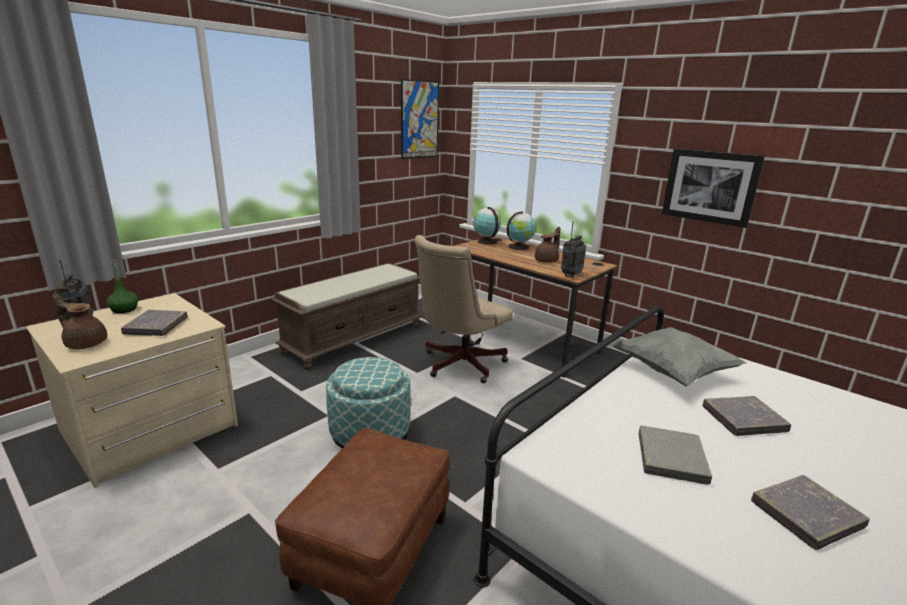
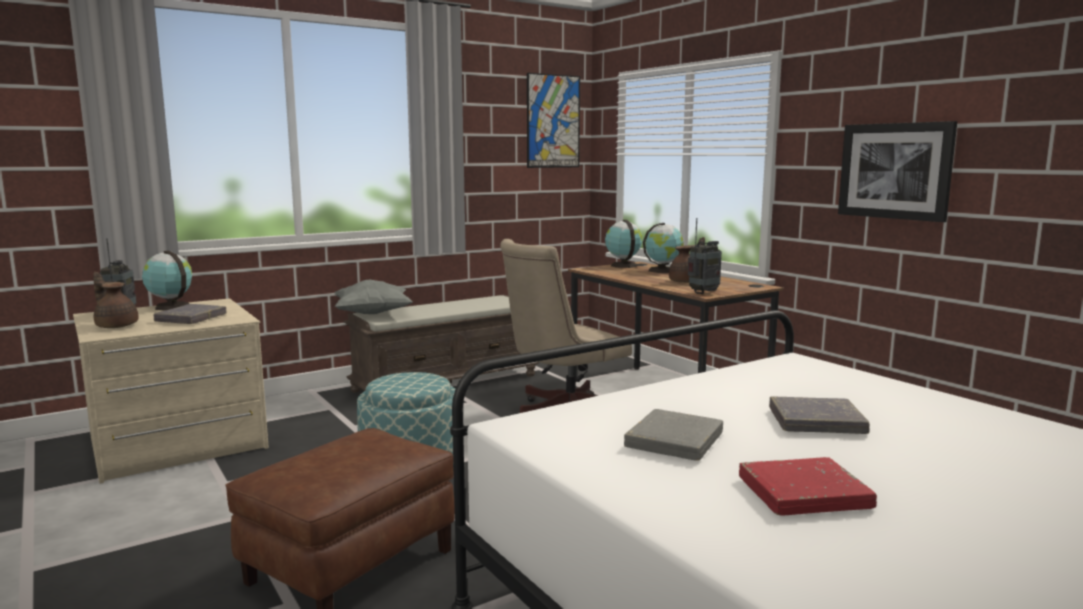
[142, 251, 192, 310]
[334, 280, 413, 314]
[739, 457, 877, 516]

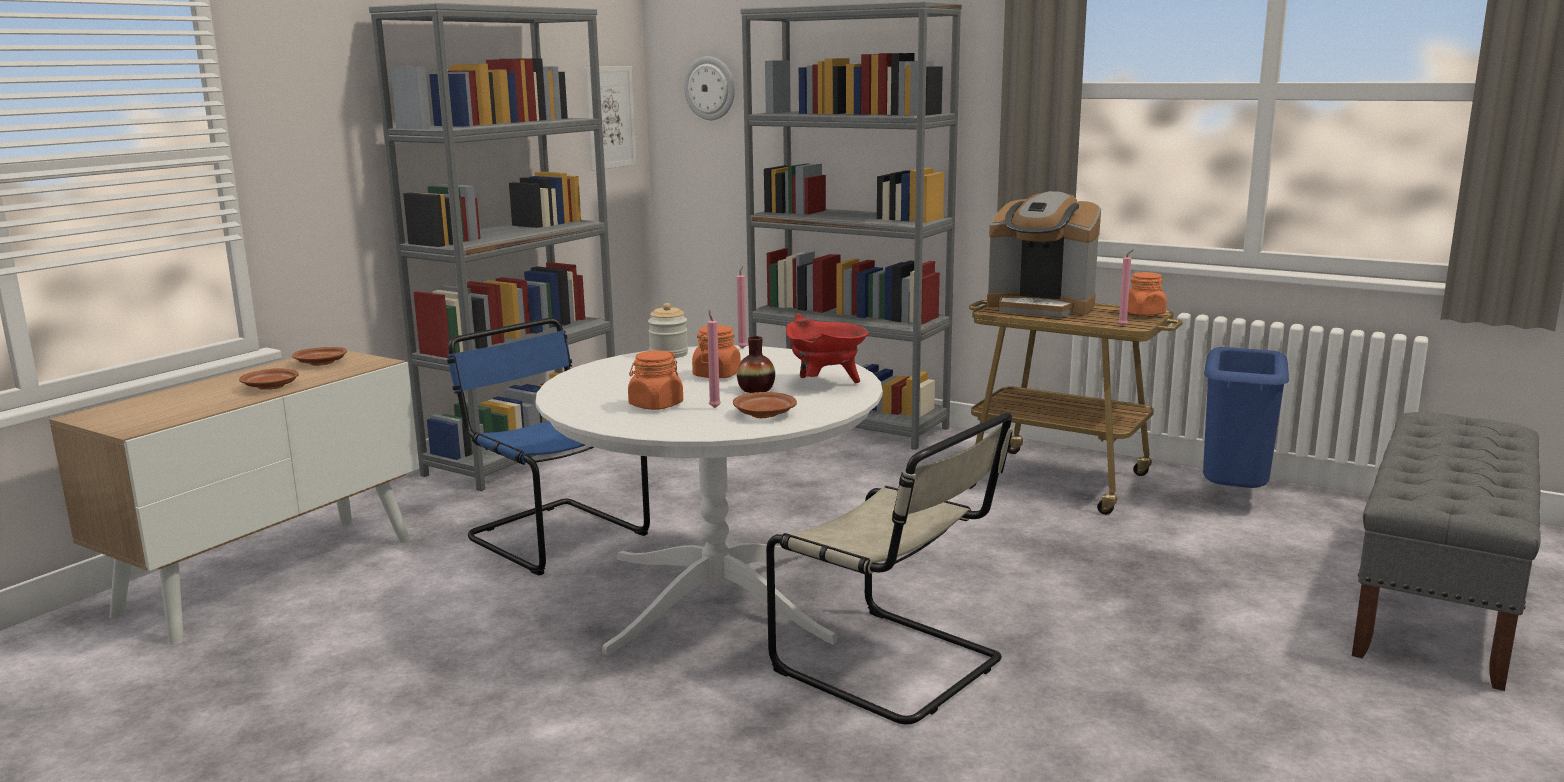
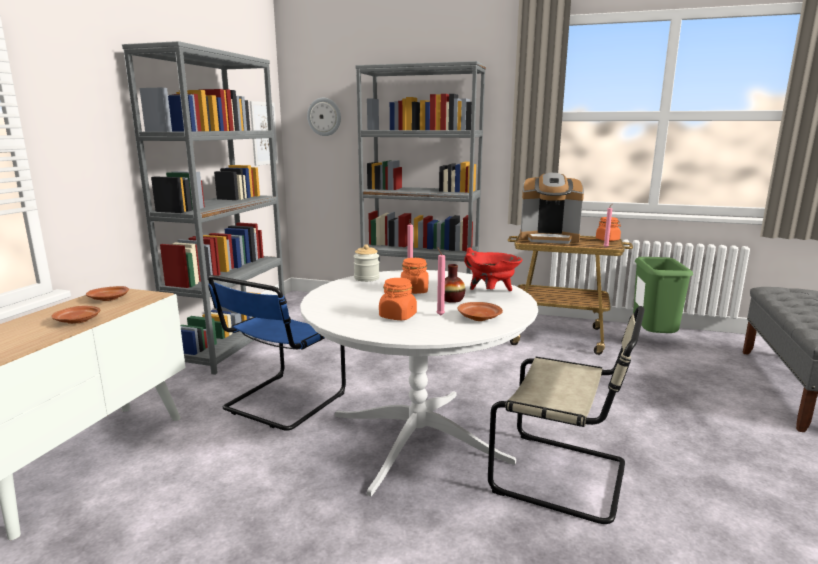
[208, 275, 346, 431]
[633, 257, 693, 333]

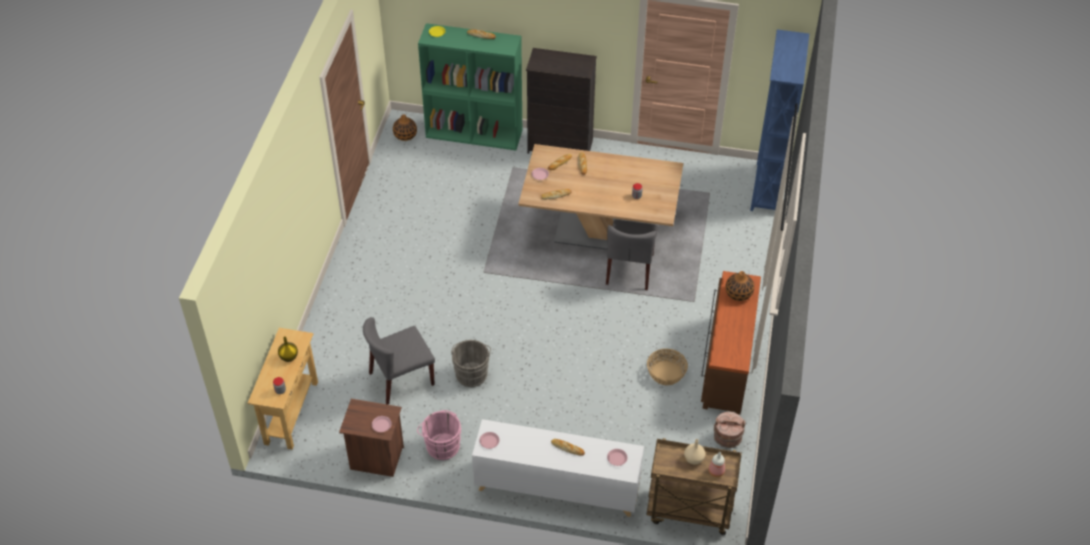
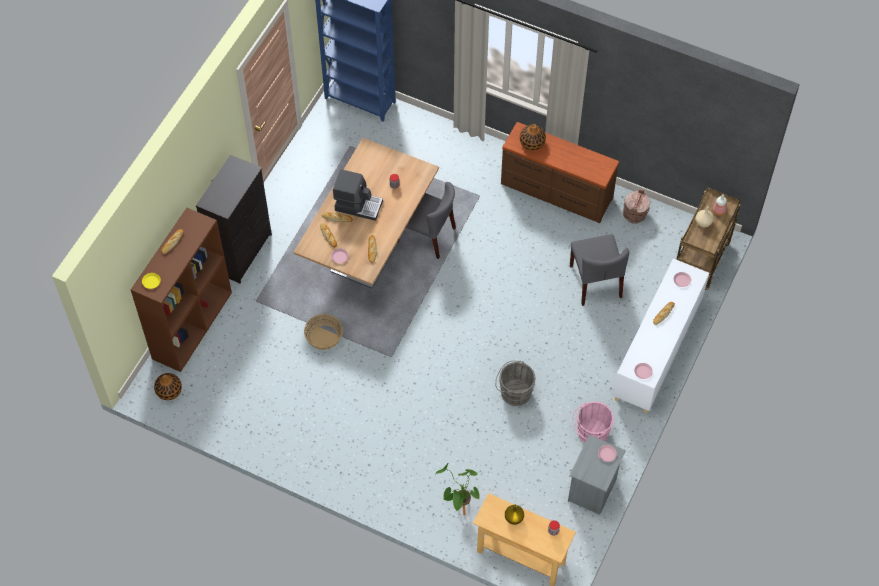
[568, 435, 626, 515]
[570, 234, 629, 306]
[131, 208, 232, 372]
[304, 314, 343, 350]
[333, 169, 383, 221]
[436, 463, 479, 515]

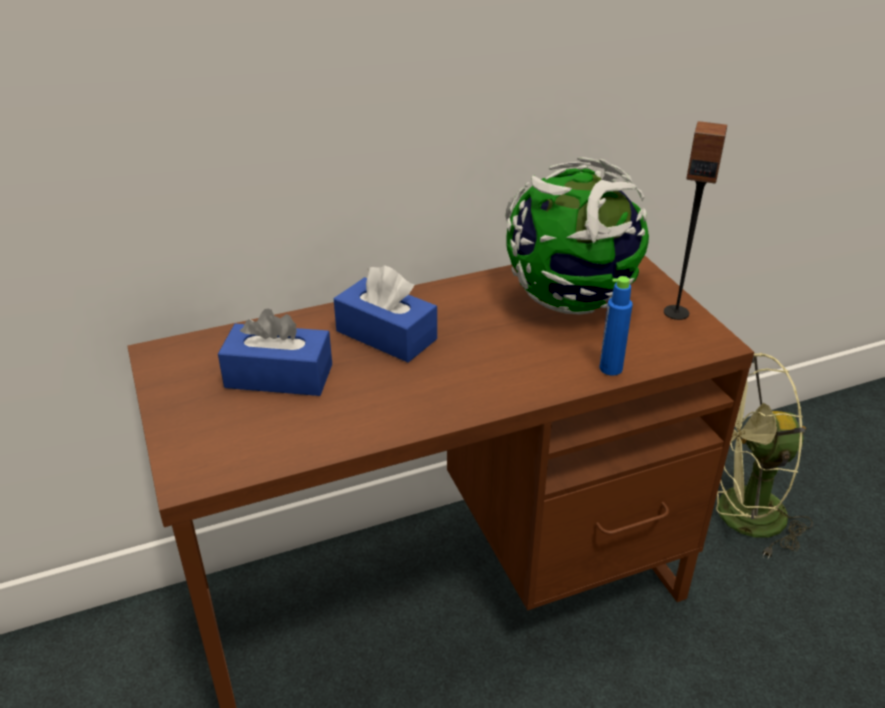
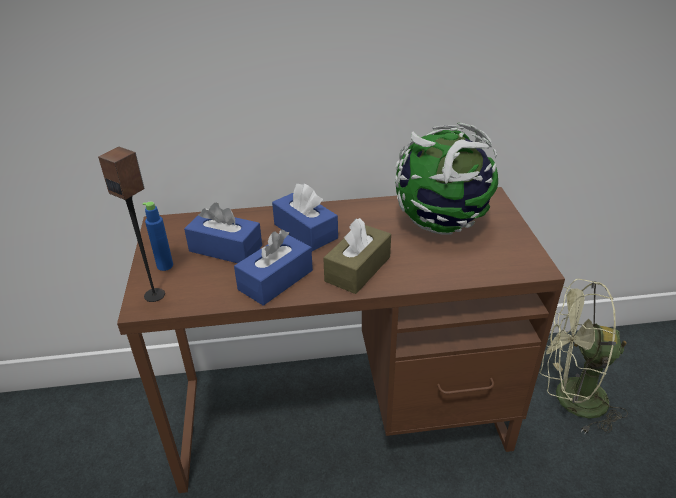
[142, 202, 173, 271]
[98, 147, 165, 302]
[234, 230, 313, 306]
[323, 218, 391, 294]

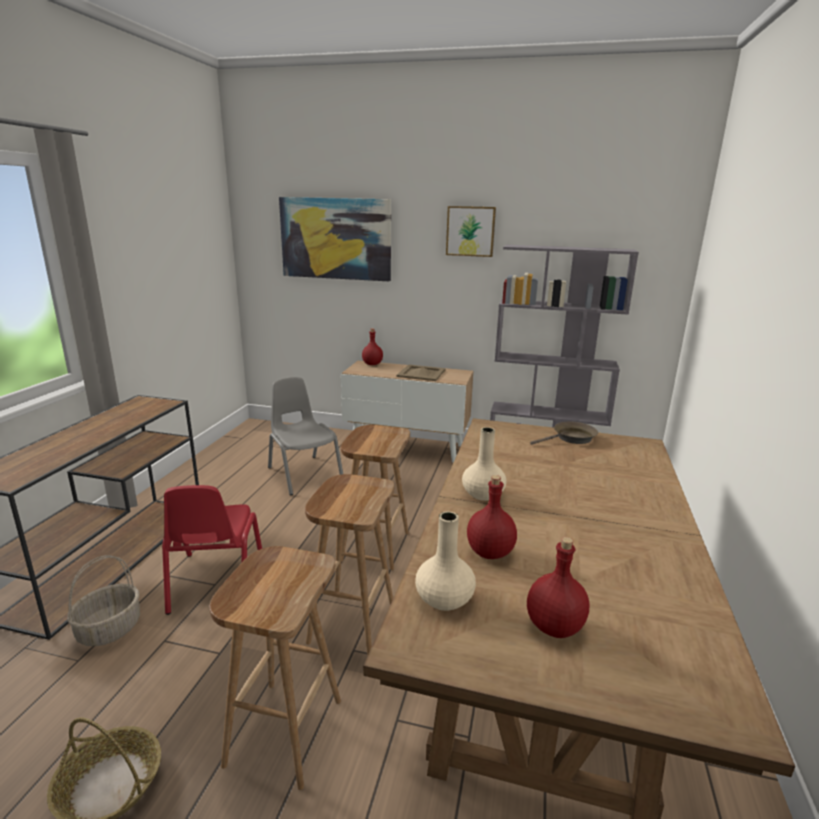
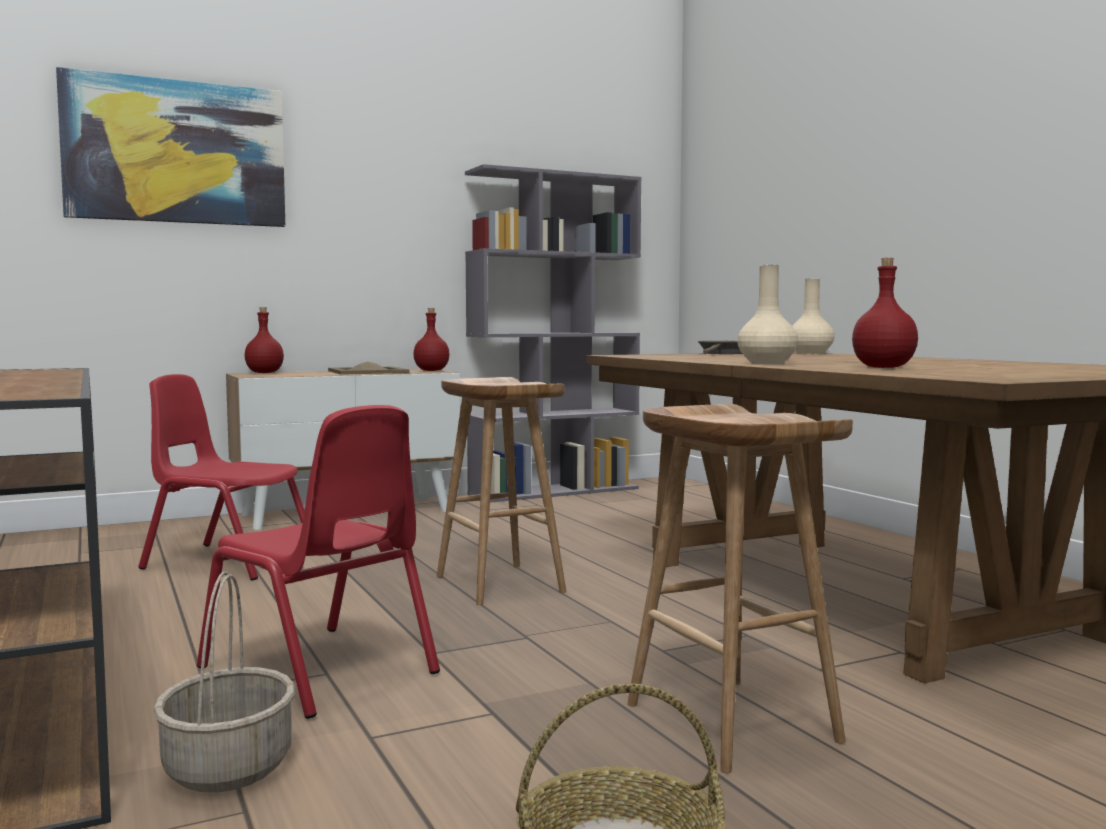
[139, 374, 305, 581]
[305, 474, 395, 656] (first image)
[792, 278, 835, 354]
[446, 206, 496, 257] (first image)
[413, 308, 450, 371]

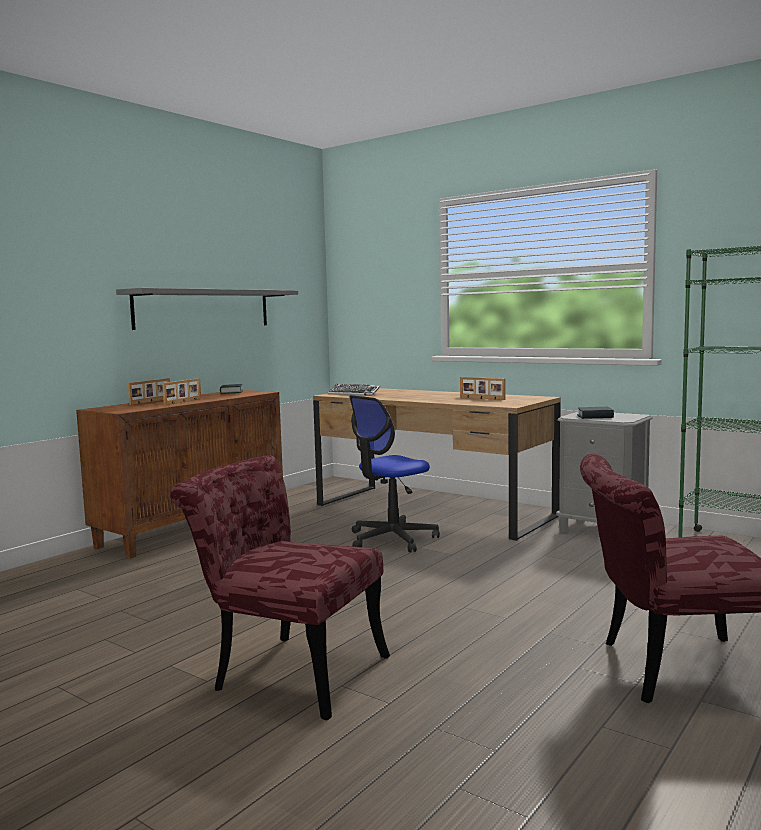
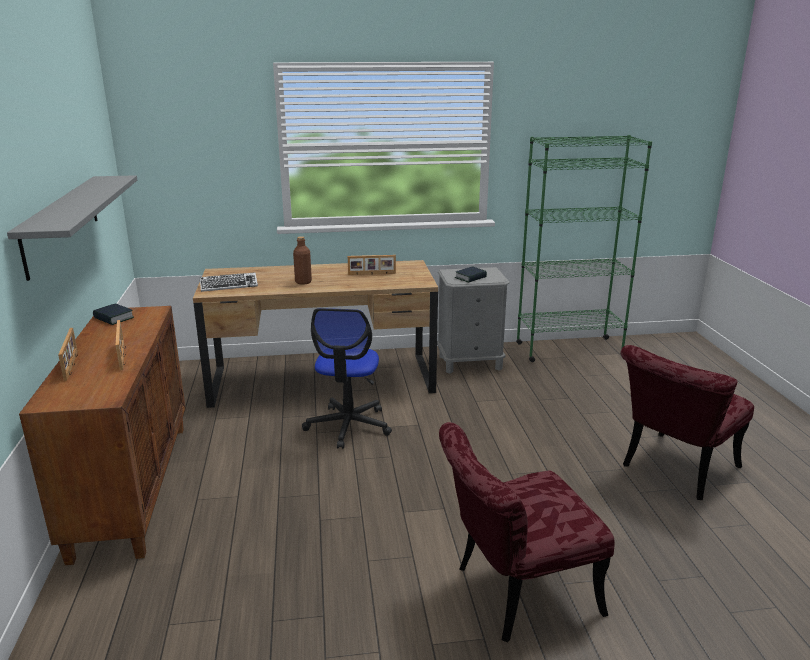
[293, 236, 312, 285]

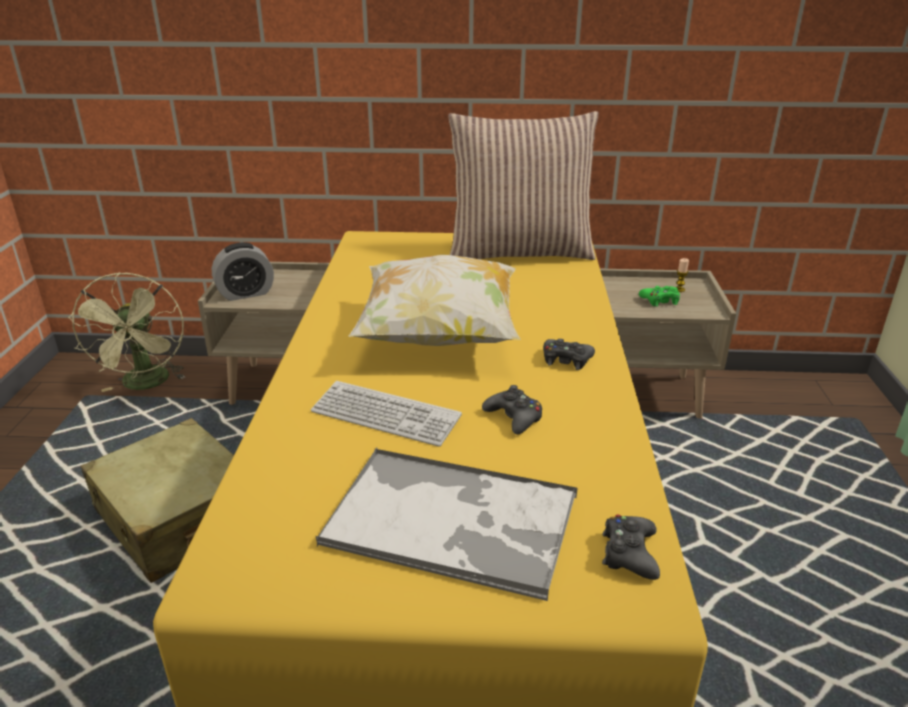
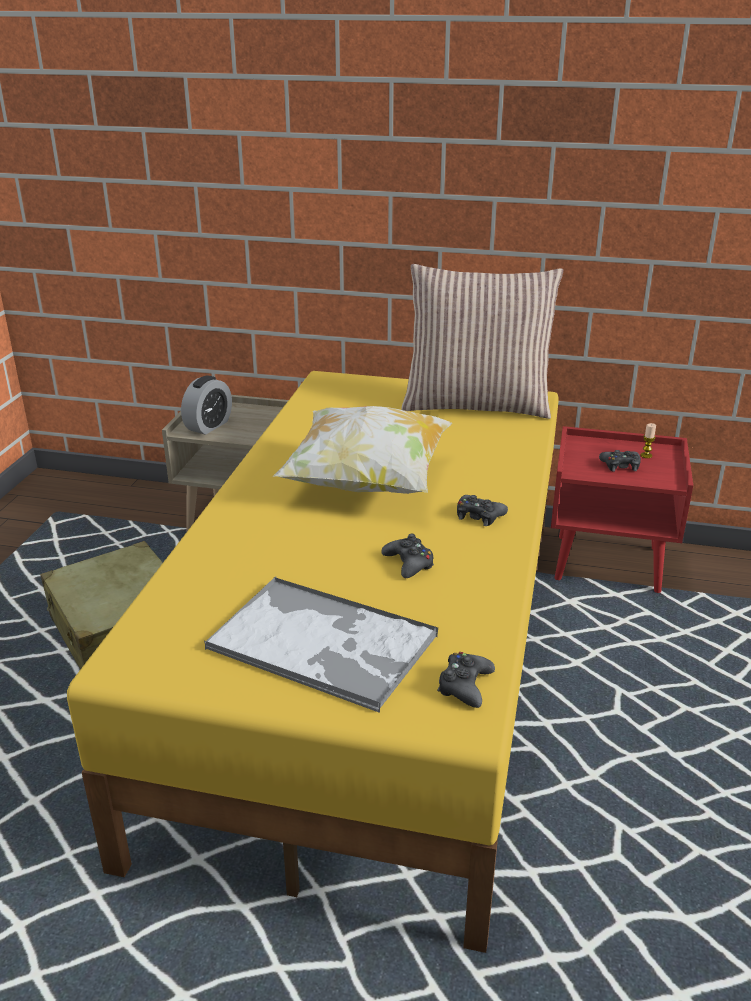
[68, 272, 185, 392] (first image)
[181, 375, 232, 435]
[311, 381, 462, 447] (first image)
[551, 426, 693, 593]
[599, 450, 641, 471]

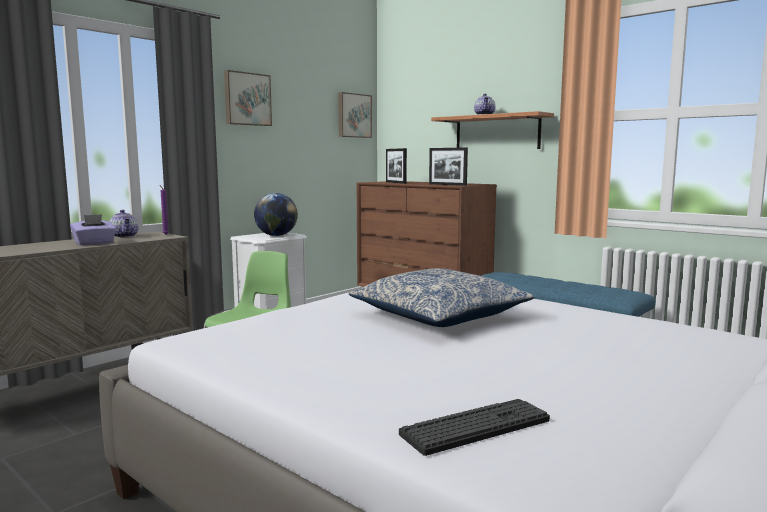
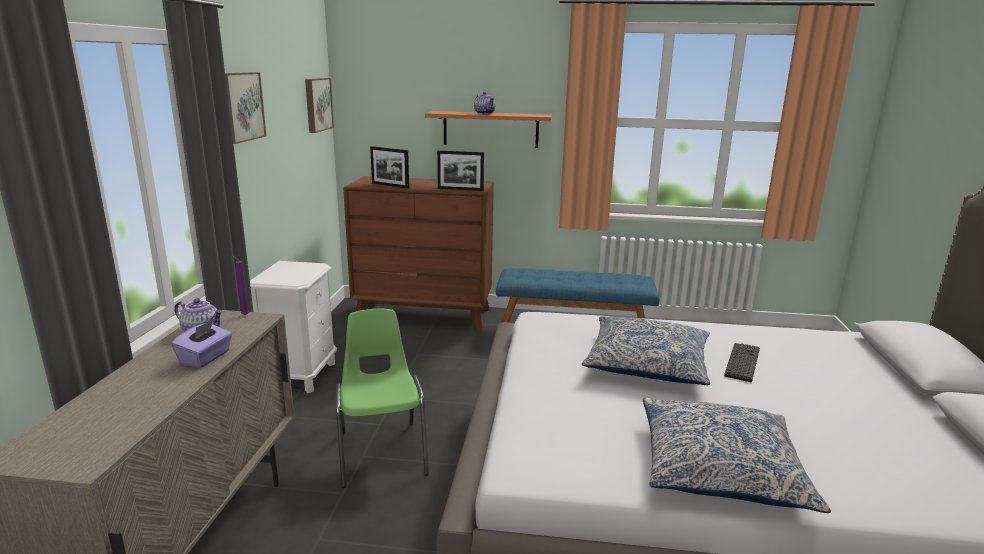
[254, 193, 298, 236] (first image)
[724, 343, 760, 382]
[643, 398, 831, 513]

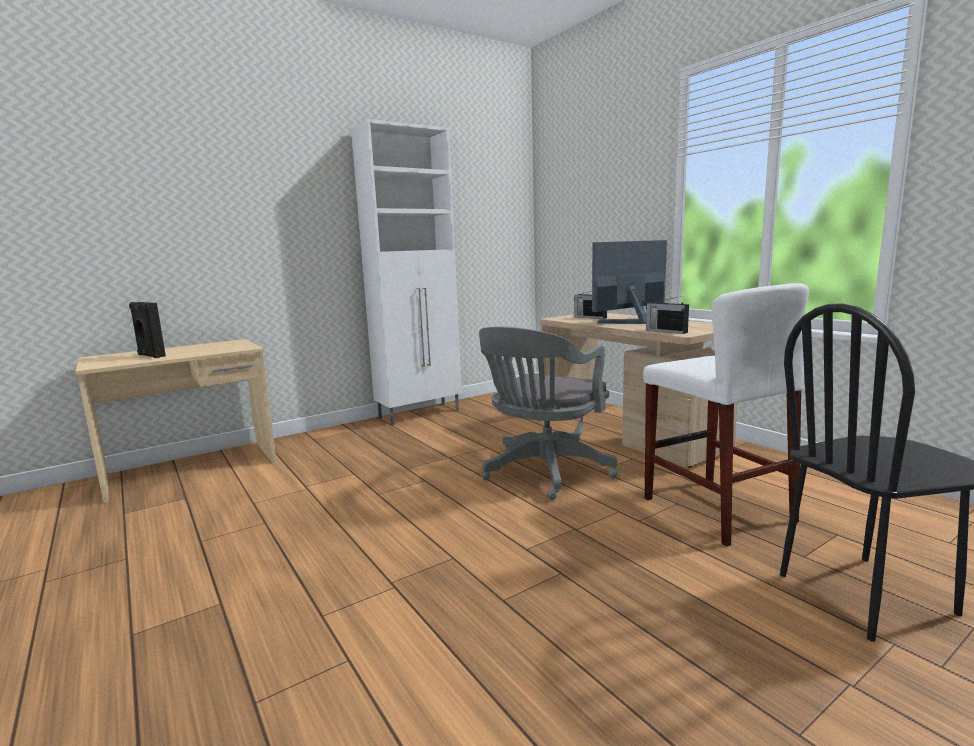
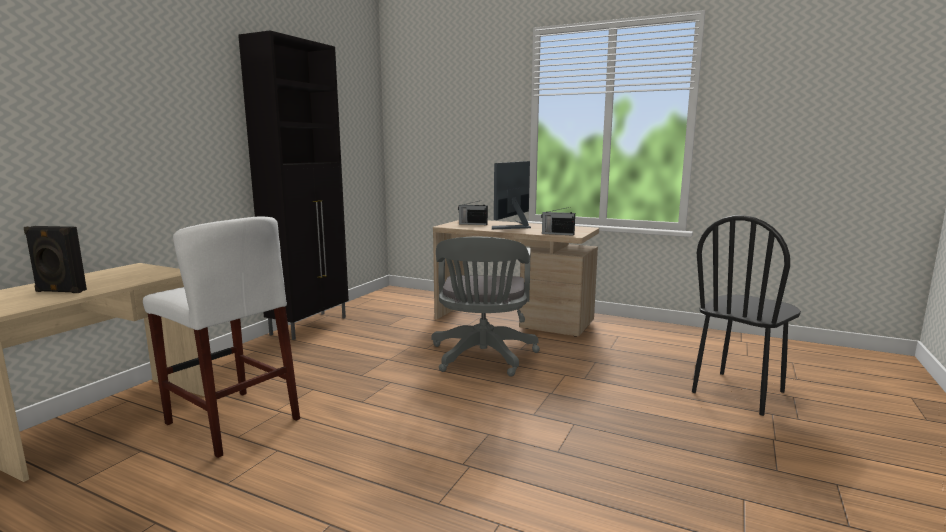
[238, 31, 349, 340]
[143, 216, 300, 458]

